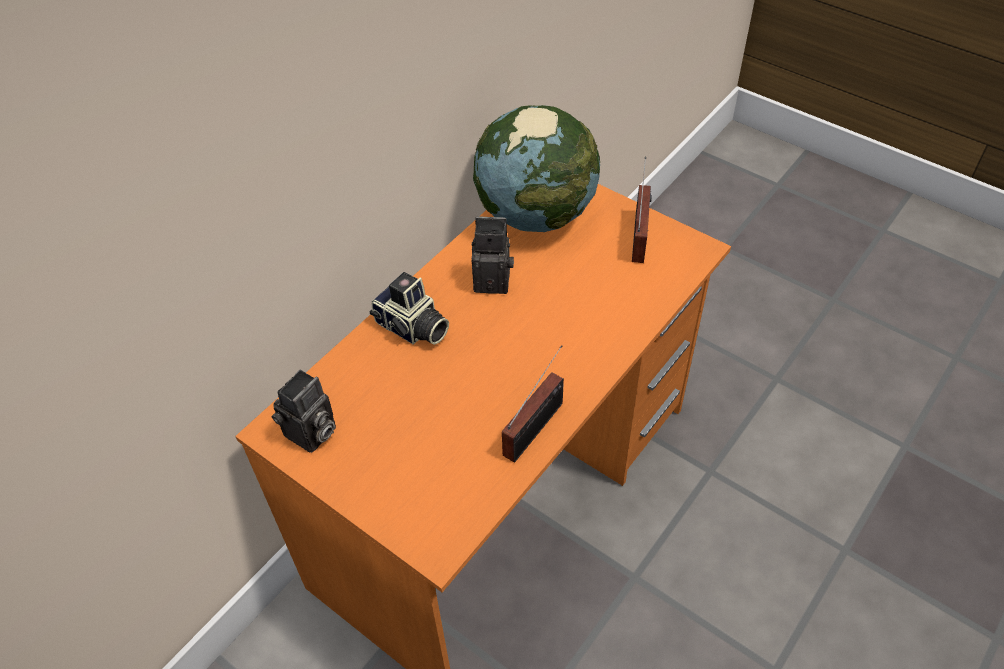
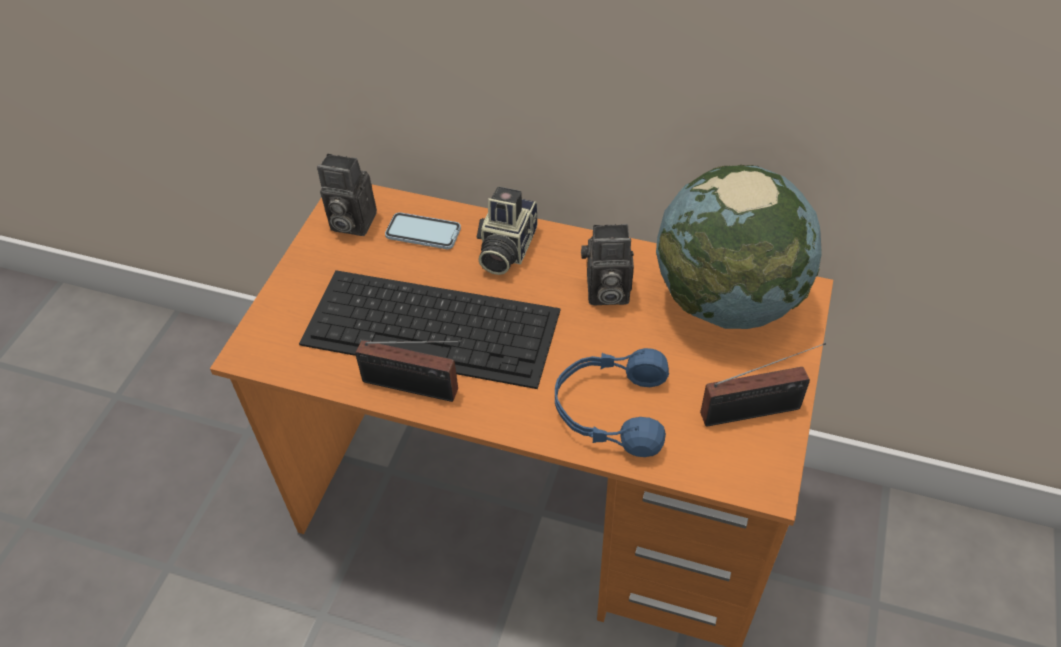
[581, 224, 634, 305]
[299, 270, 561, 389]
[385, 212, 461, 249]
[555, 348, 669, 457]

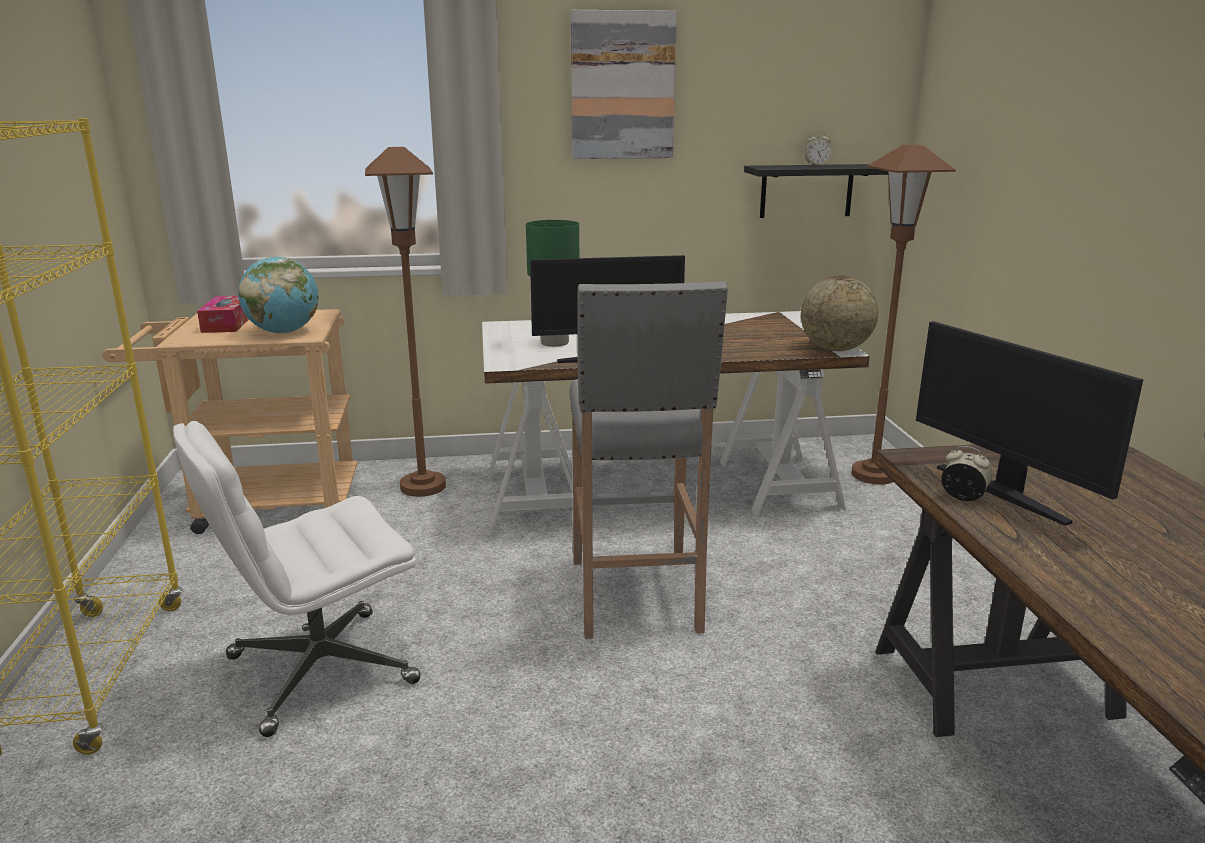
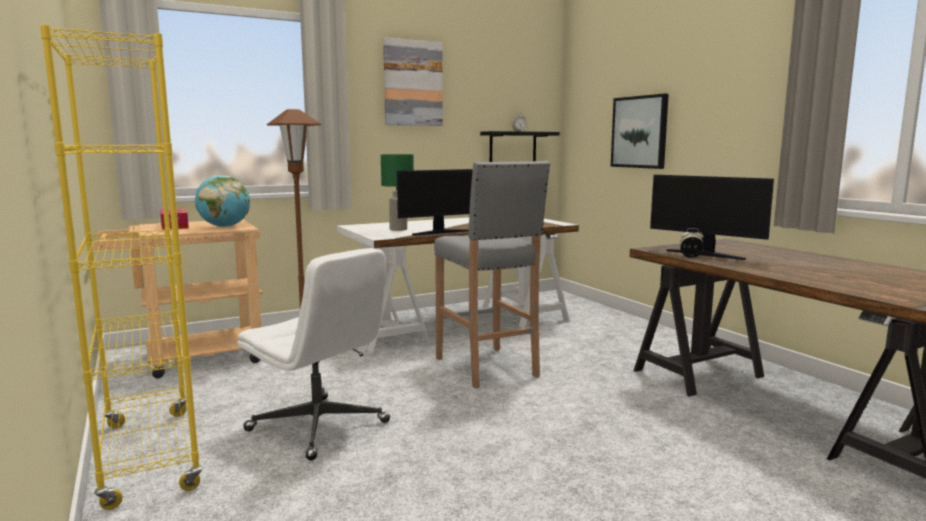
[237, 248, 390, 460]
[801, 276, 878, 351] (first image)
[851, 145, 956, 485] (first image)
[611, 94, 669, 169]

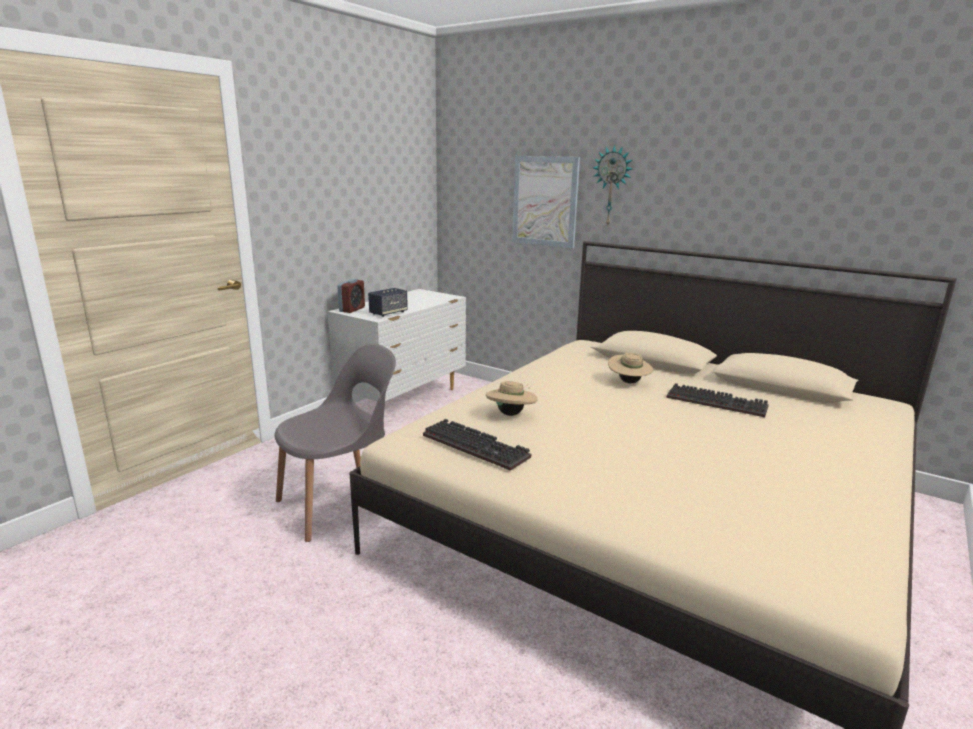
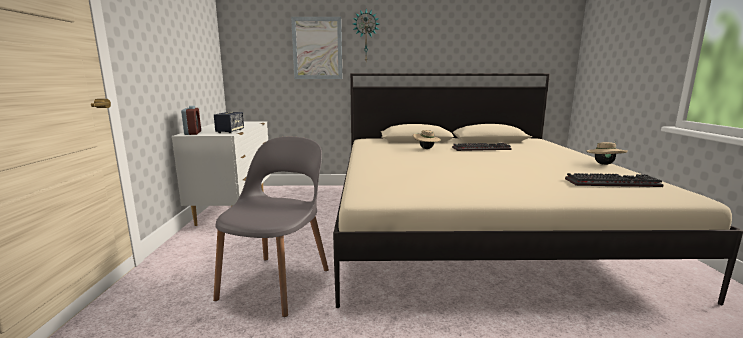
[565, 173, 664, 187]
[586, 142, 628, 165]

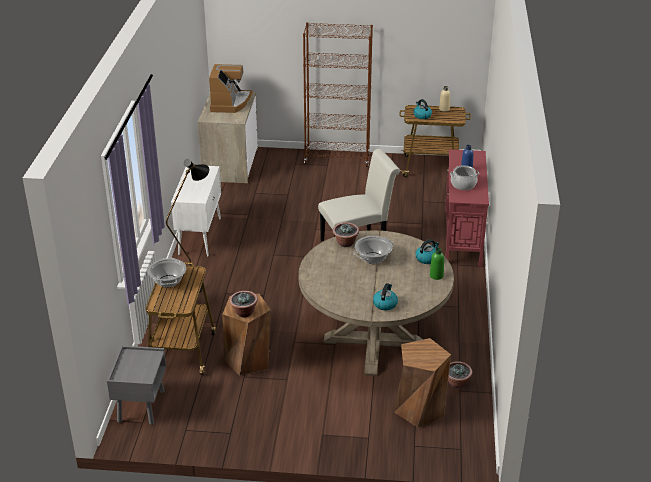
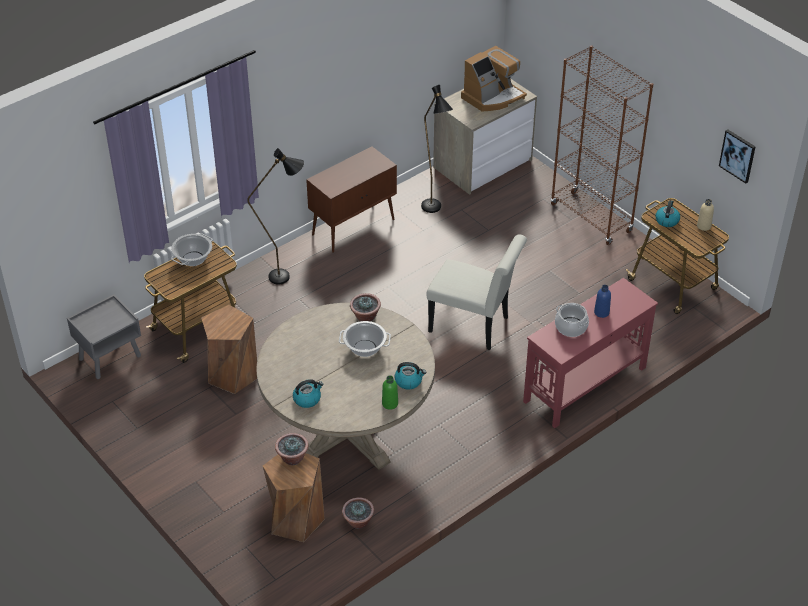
[306, 146, 397, 253]
[275, 433, 308, 465]
[421, 85, 453, 213]
[719, 129, 756, 183]

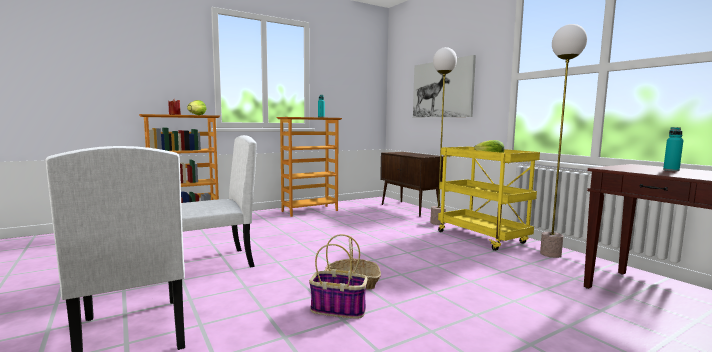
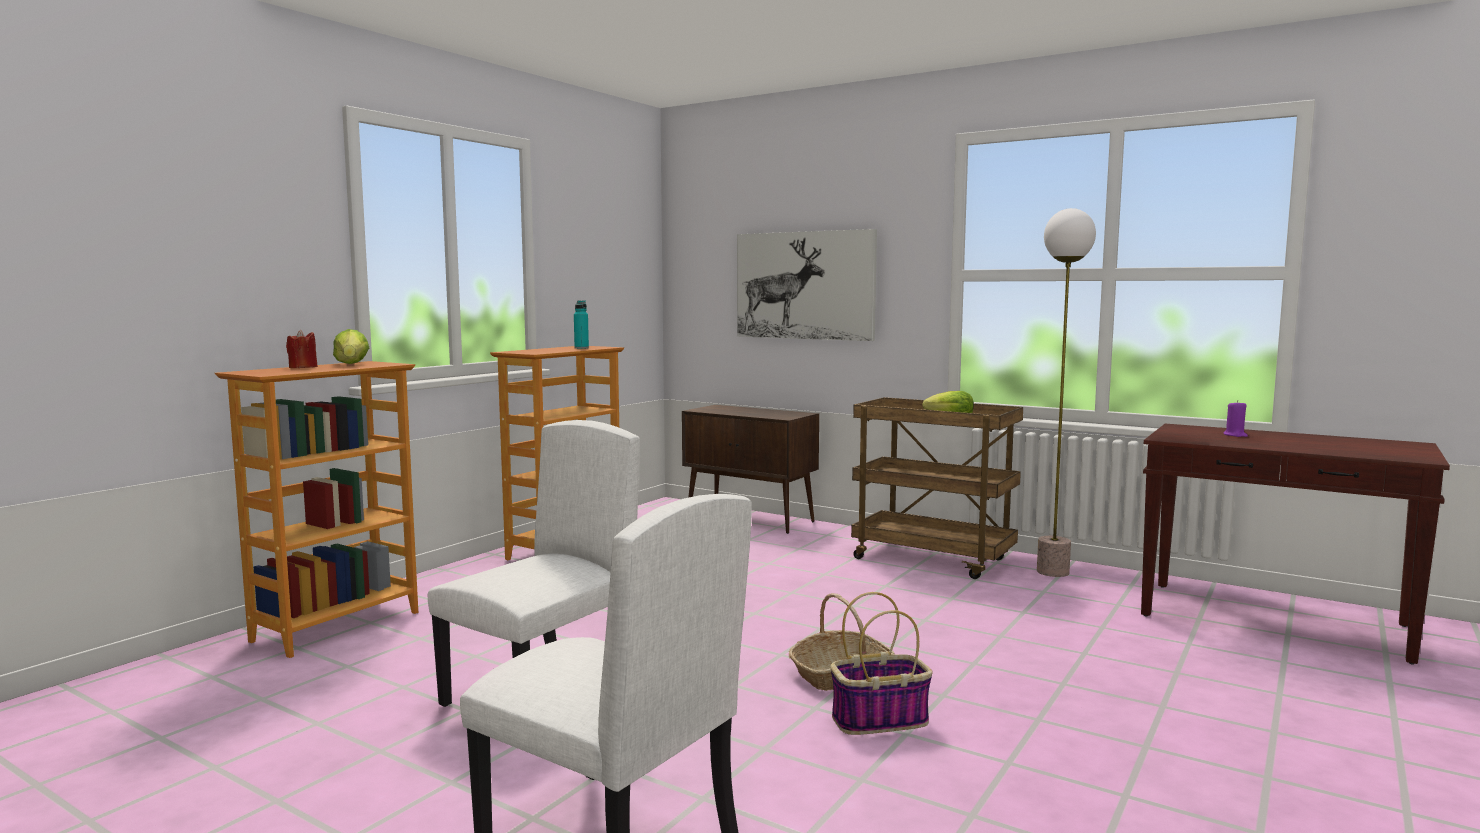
[430, 47, 457, 225] (first image)
[851, 397, 1023, 579]
[1224, 400, 1248, 437]

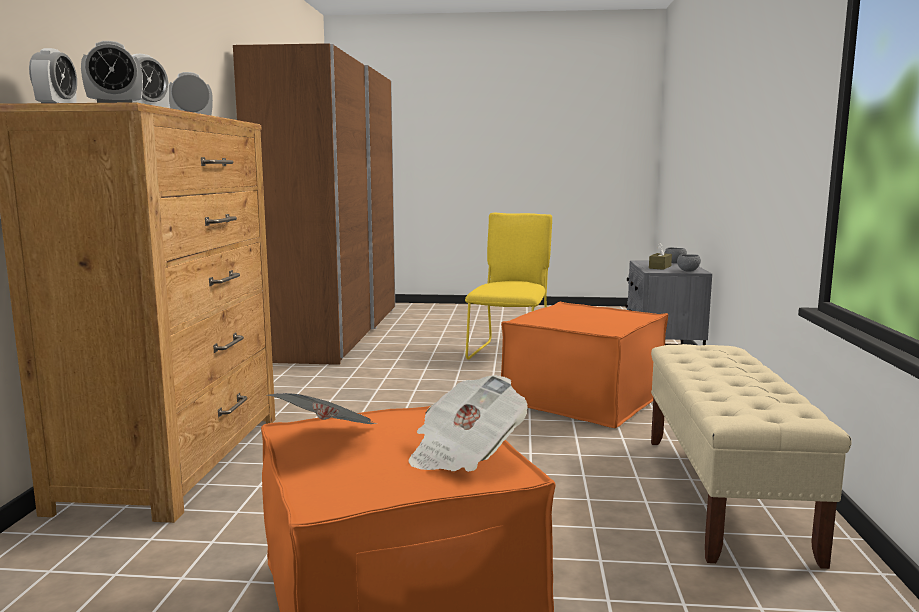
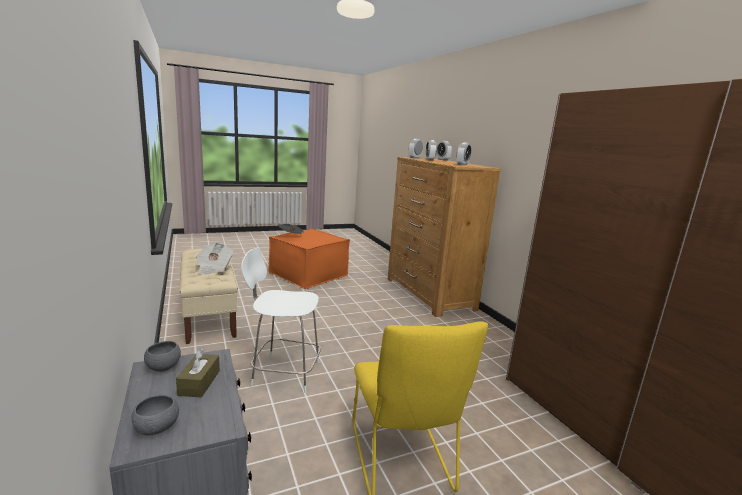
[196, 243, 234, 275]
[241, 248, 321, 393]

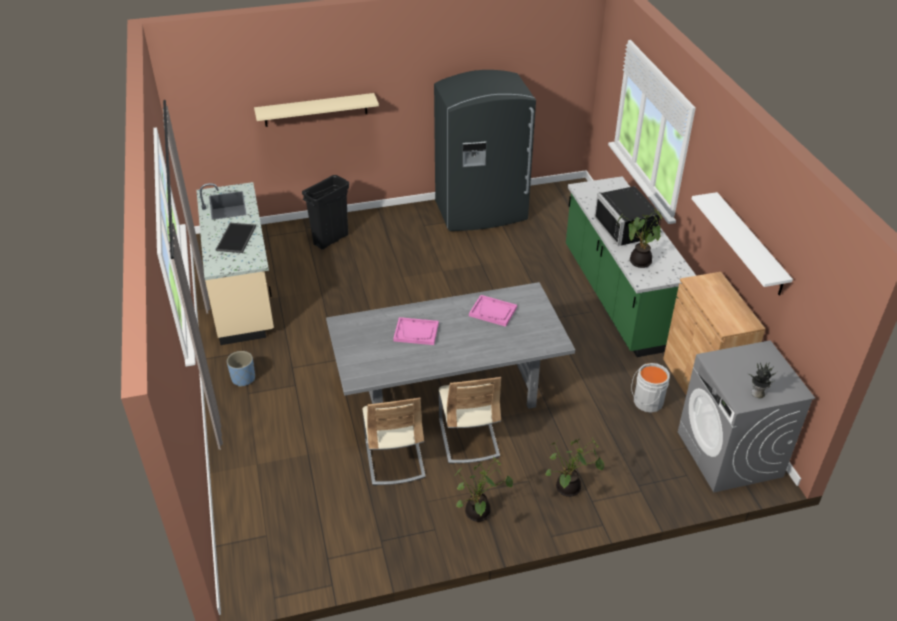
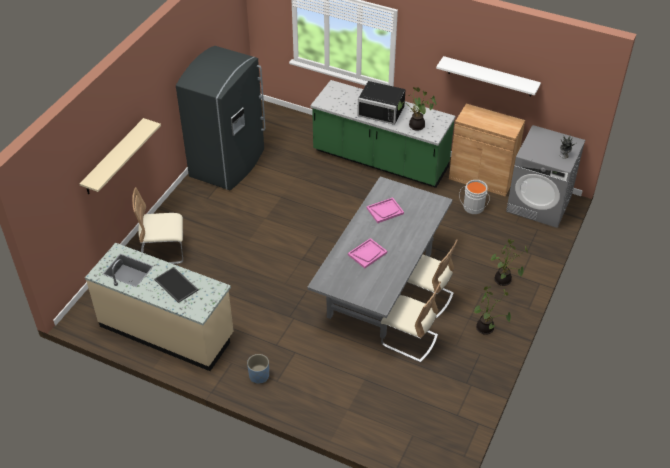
[132, 187, 183, 264]

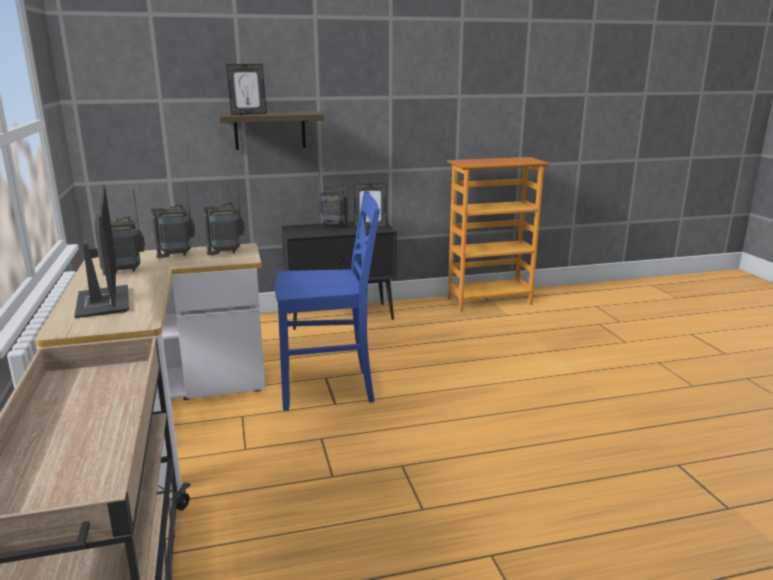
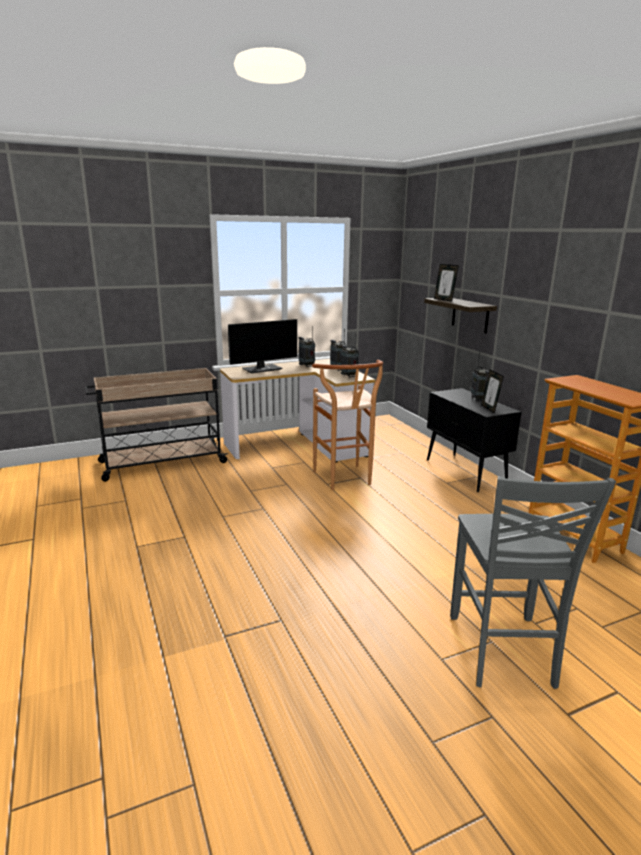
[312, 360, 383, 490]
[450, 476, 616, 689]

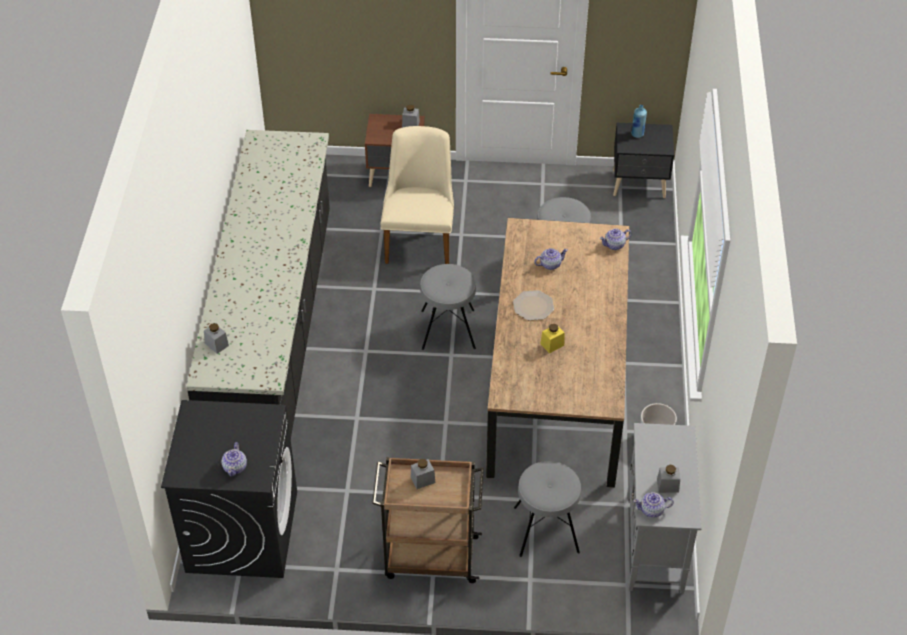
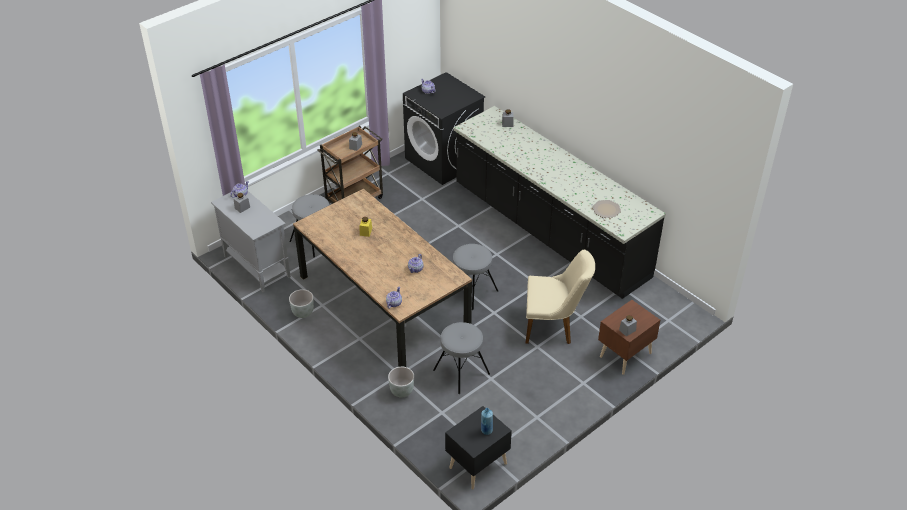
[526, 250, 595, 344]
[593, 200, 621, 218]
[388, 367, 414, 398]

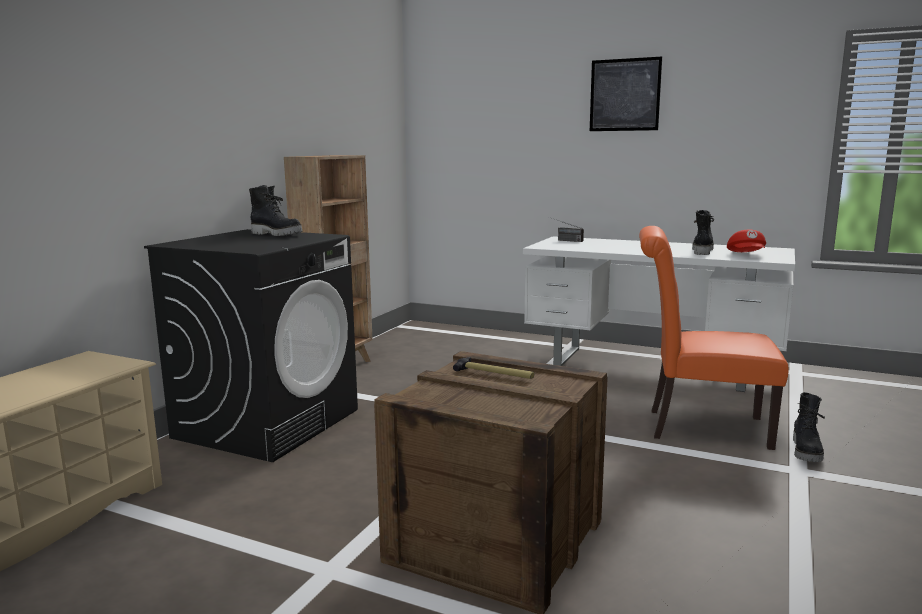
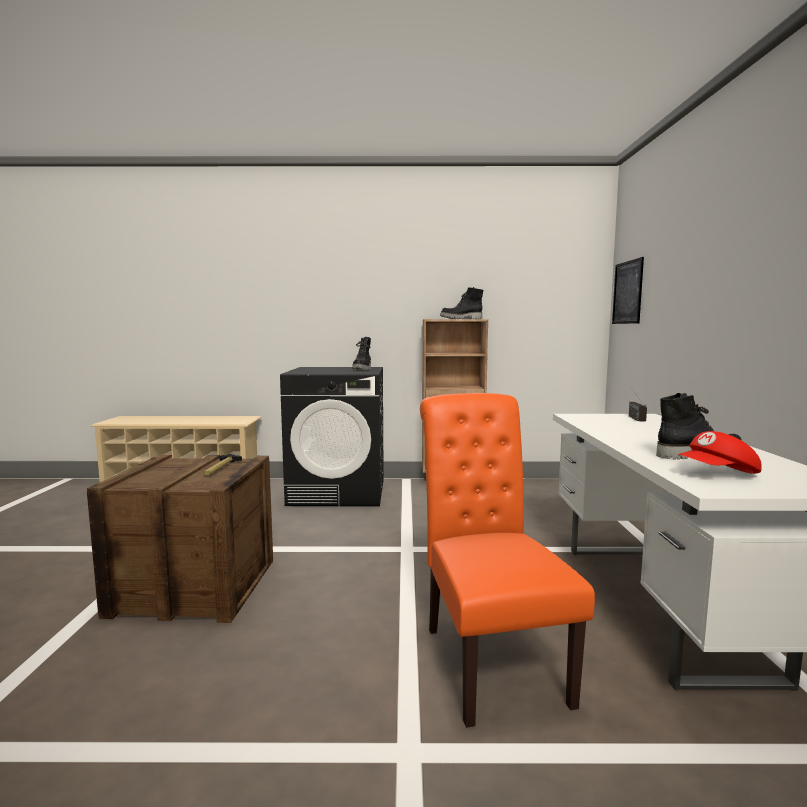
[612, 257, 644, 324]
[440, 287, 483, 319]

